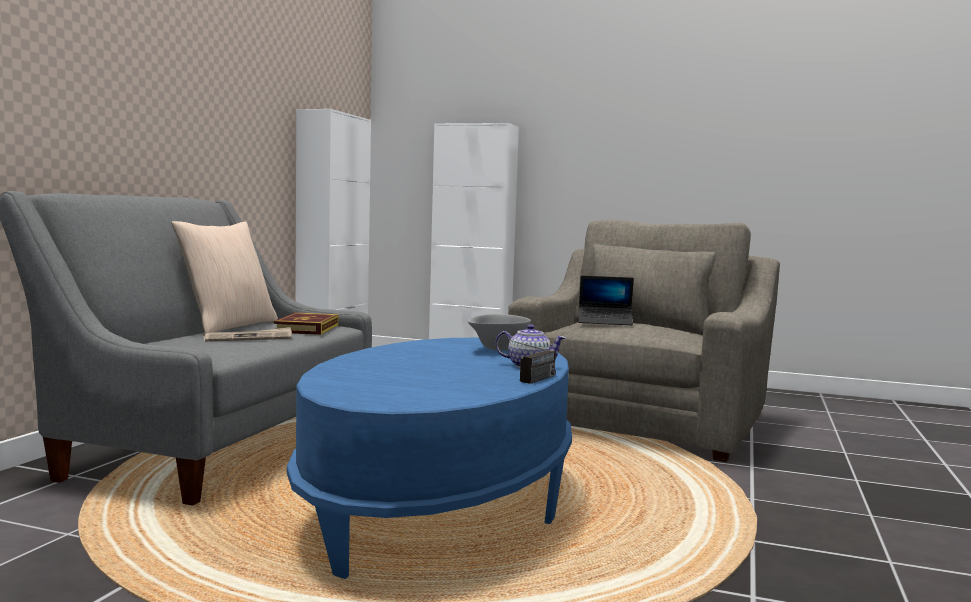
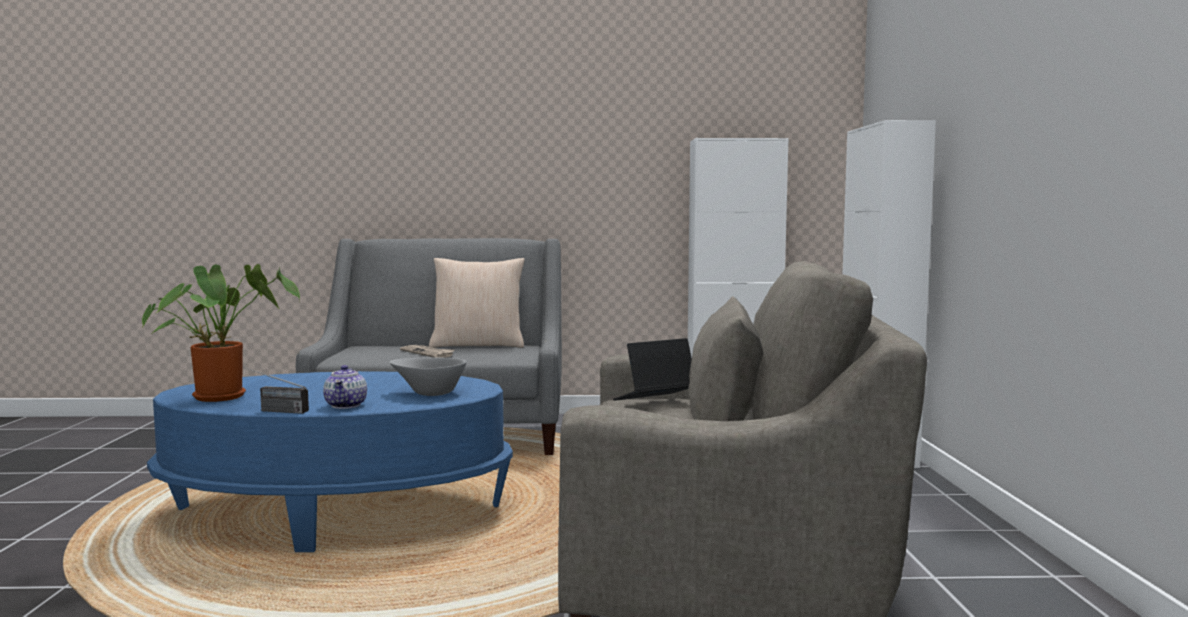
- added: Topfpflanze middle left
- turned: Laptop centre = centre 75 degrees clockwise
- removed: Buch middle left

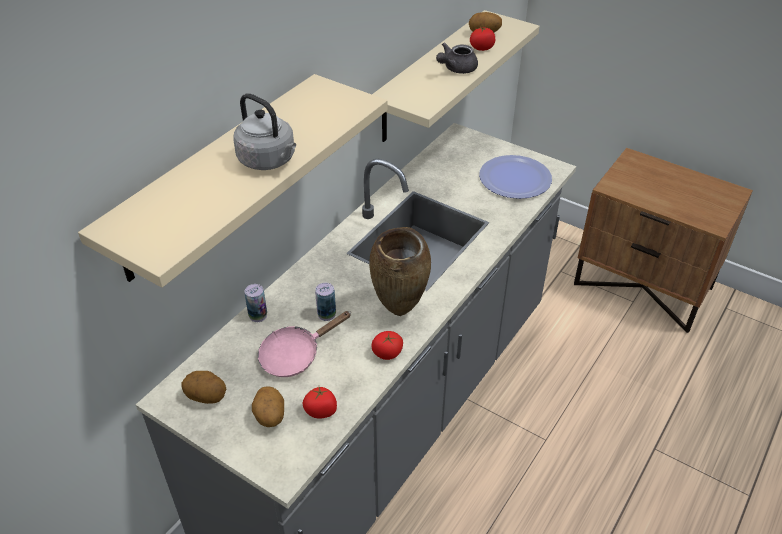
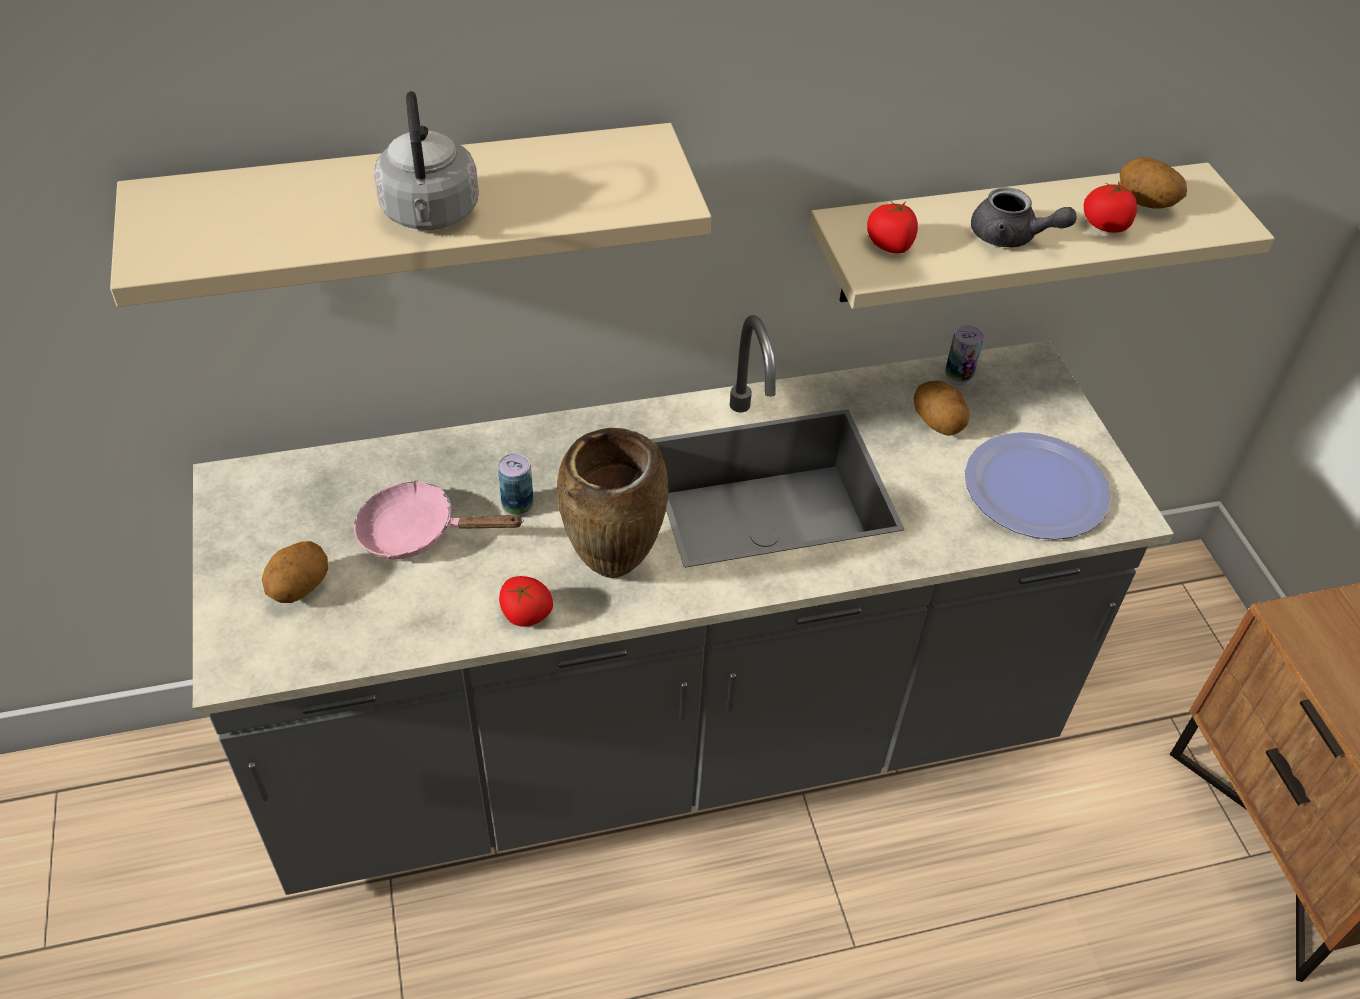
- moved: Tomate (1st from left in the first image) bottom centre to Tomate (2nd from left) top centre
- moved: Kartoffel (1st from left in the first image) bottom left to Kartoffel (2nd from left) middle right
- moved: Dose (1st from left in the first image) middle left to Dose (2nd from left) middle right
- turned: Teekanne/grau top centre = top right 150 degrees counterclockwise

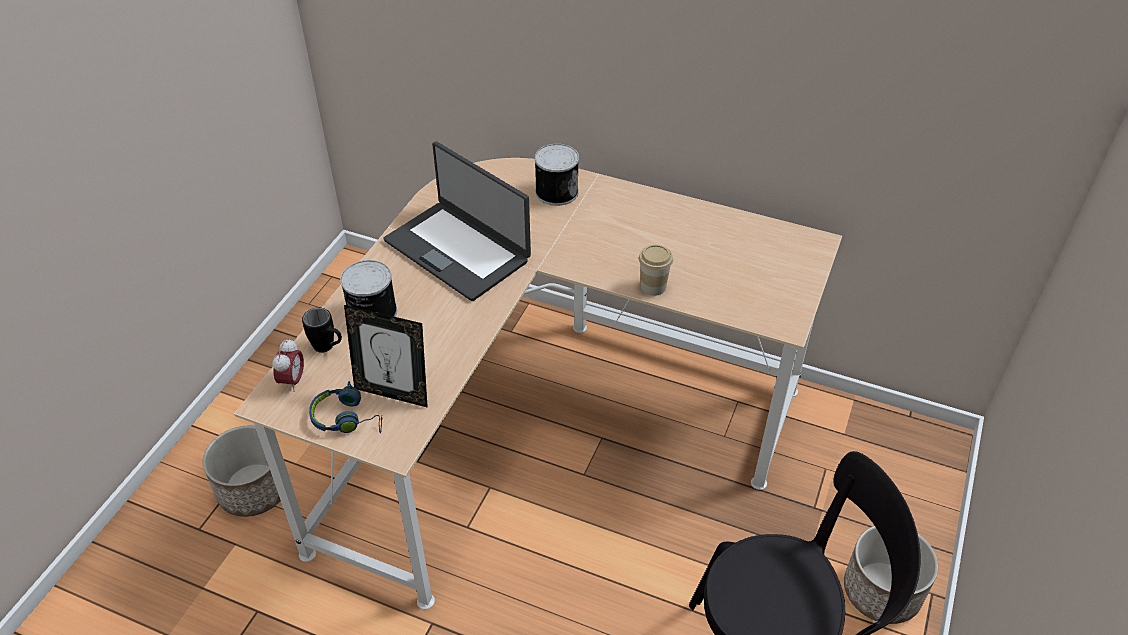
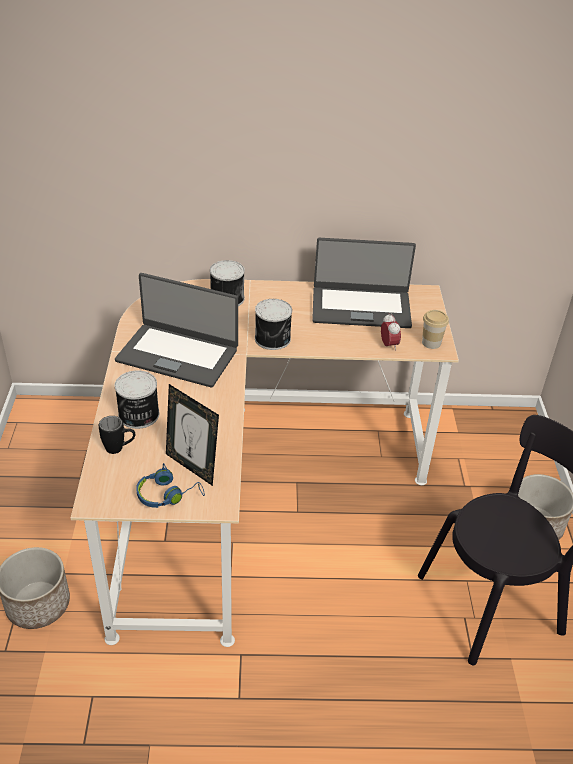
- turned: Bilderrahmen centre = centre 45 degrees clockwise
- added: Dose (3rd from left) centre
- added: Laptop (2nd from left) centre
- moved: Wecker middle left to middle right
- moved: Tasse centre to middle right

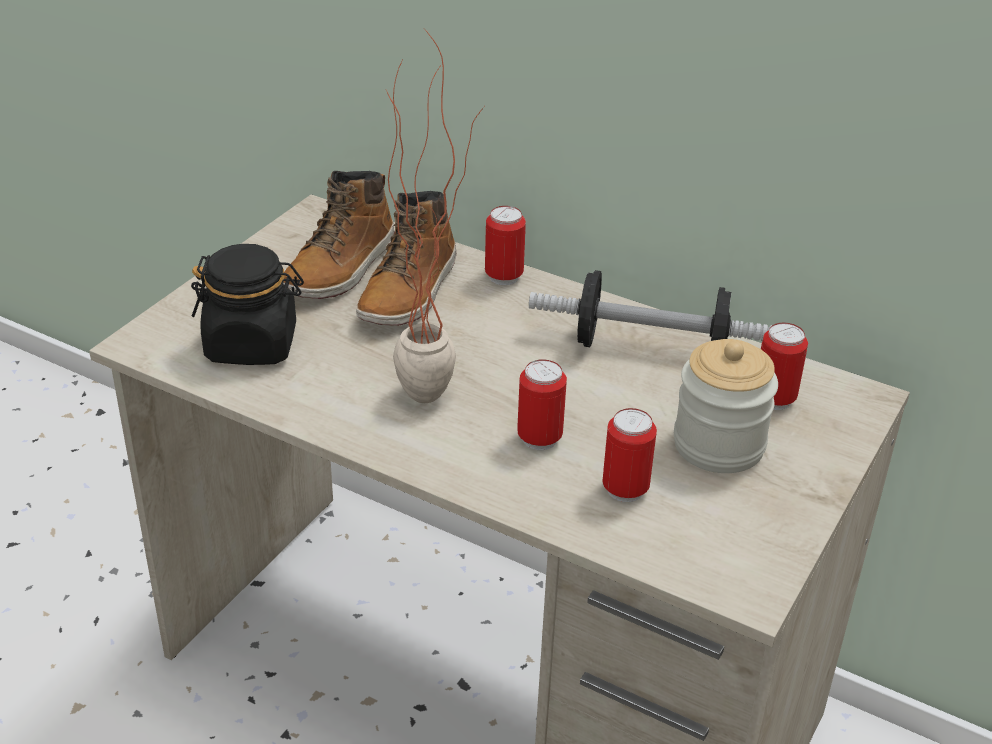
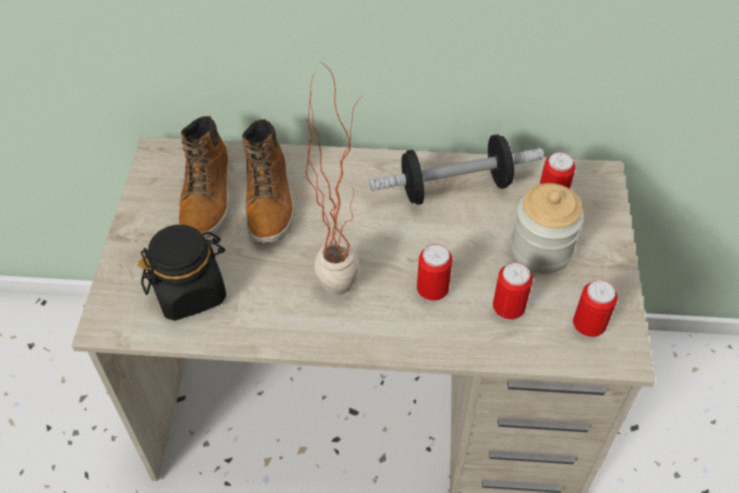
- moved: Dose (1st from left in the first image) top centre to Dose (4th from left) middle right

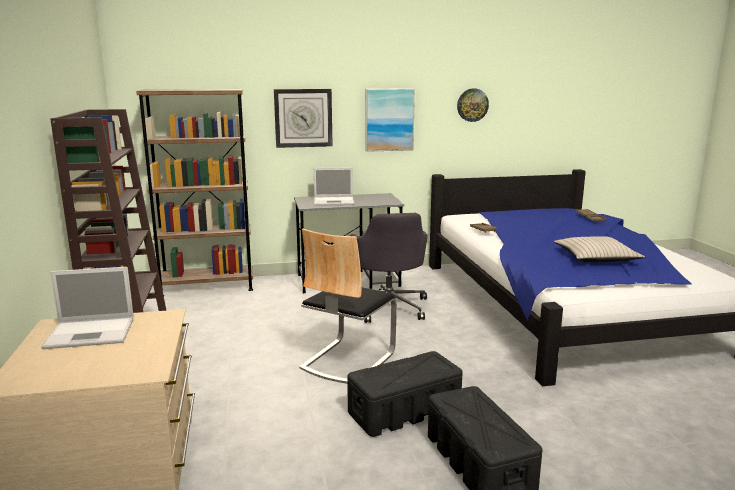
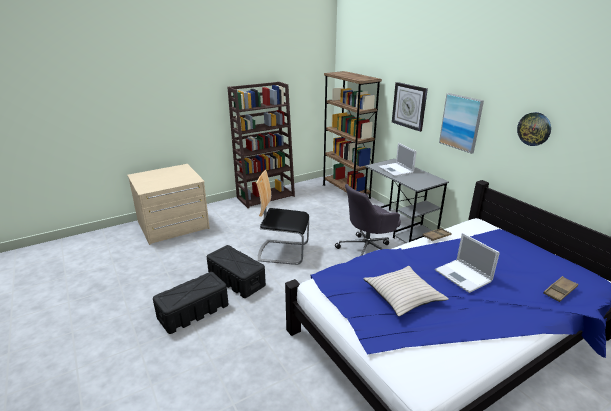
- moved: Laptop (1st from left in the first image) middle left to Laptop (2nd from left) middle right

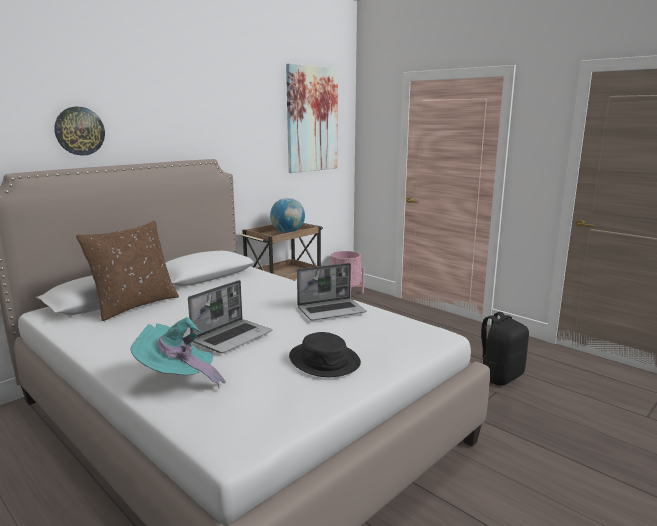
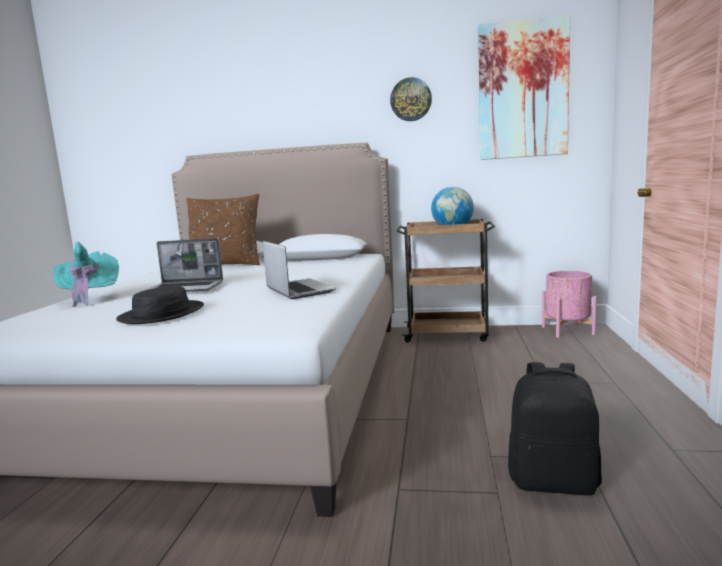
- turned: Laptop (2nd from left) centre = centre 150 degrees counterclockwise
- moved: Wanduhr top left to top centre

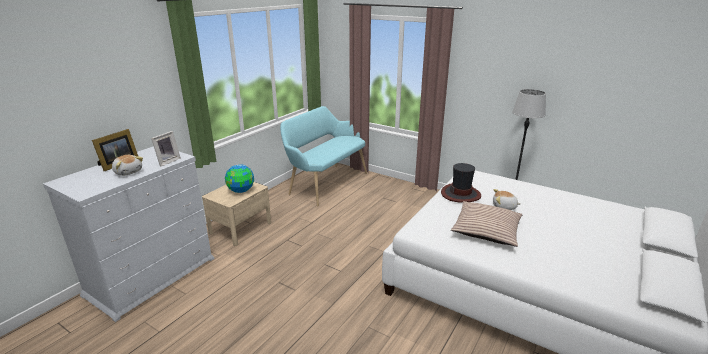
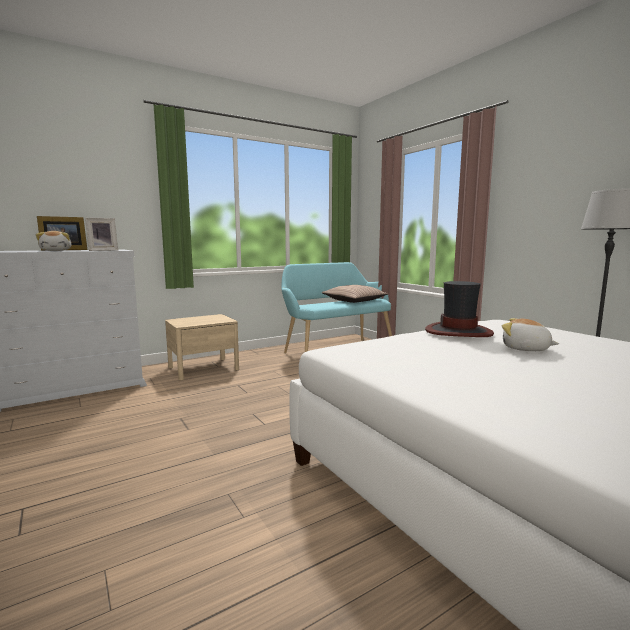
- moved: Kissen middle right to centre
- removed: Globus centre

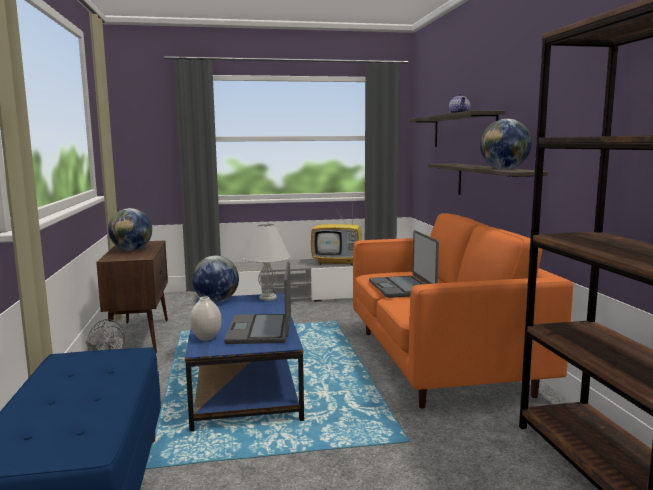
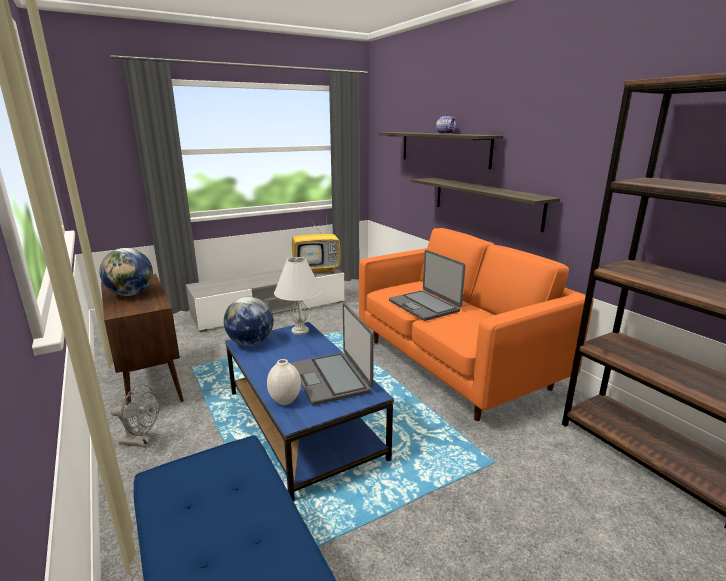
- removed: Globus (3rd from left) top right

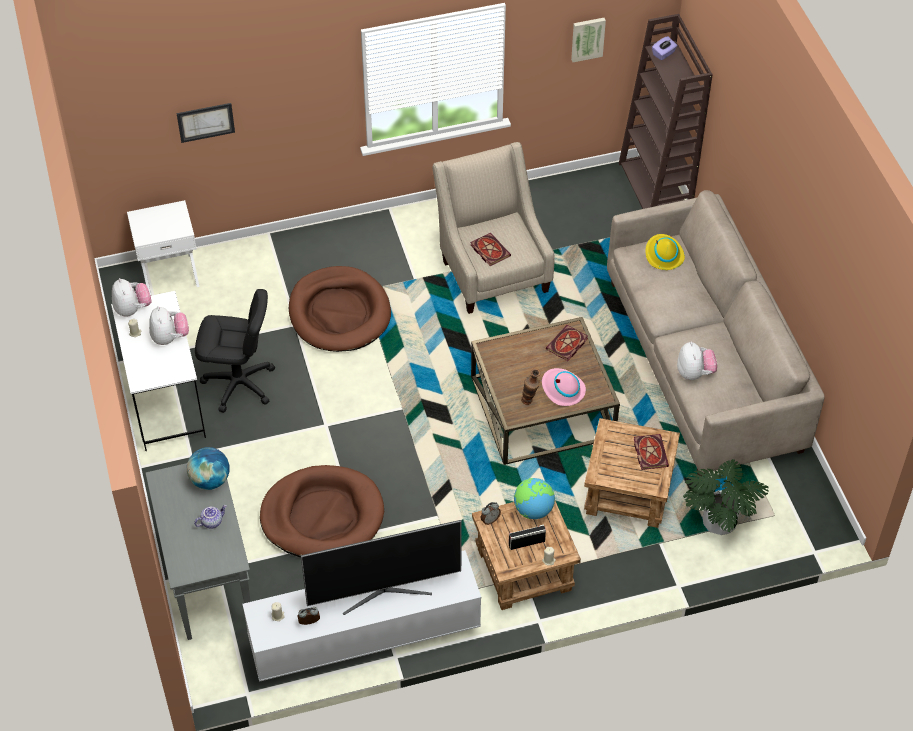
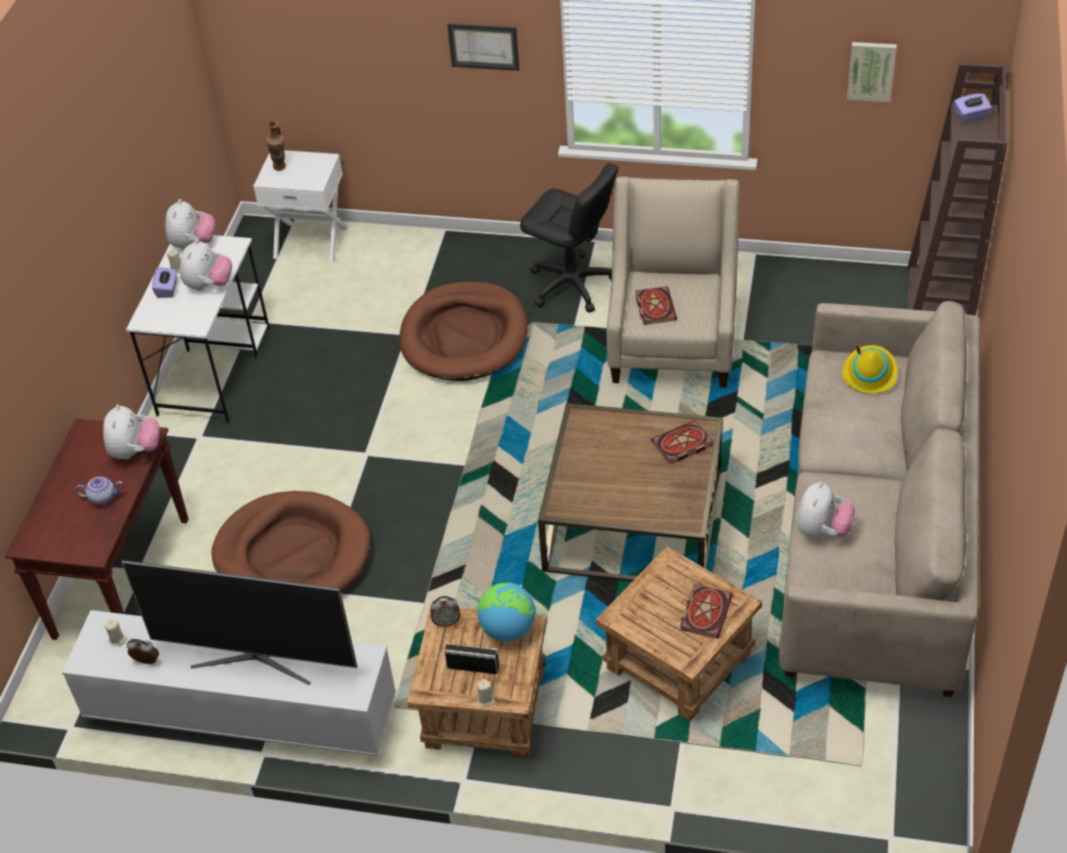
- recoloured: Konsolentisch/grau bottom left to Konsolentisch/braun middle left
- replaced: Globus (1st from left) middle left to Plüschtier (1st from left) middle left
- added: Taschentuchbox/lila (1st from left) top left
- moved: Vase centre to top left
- moved: Bild (1st from left) top left to top centre
- moved: Bürostuhl/schwarz middle left to top centre
- removed: Hut/rosa centre
- removed: Topfpflanze bottom right

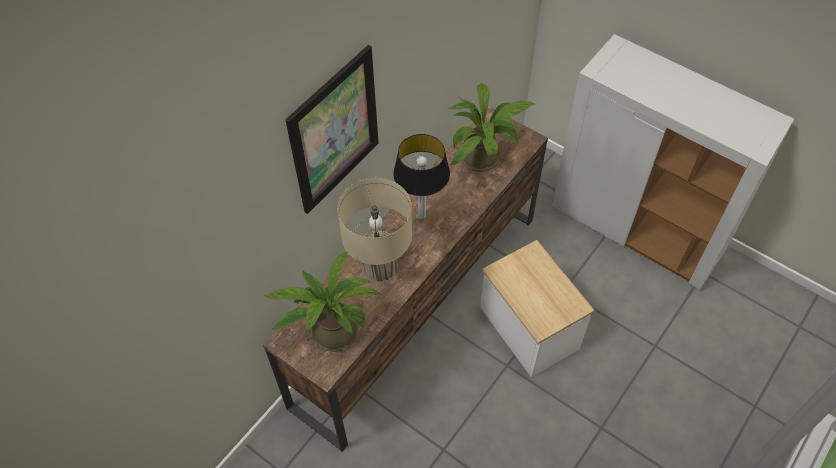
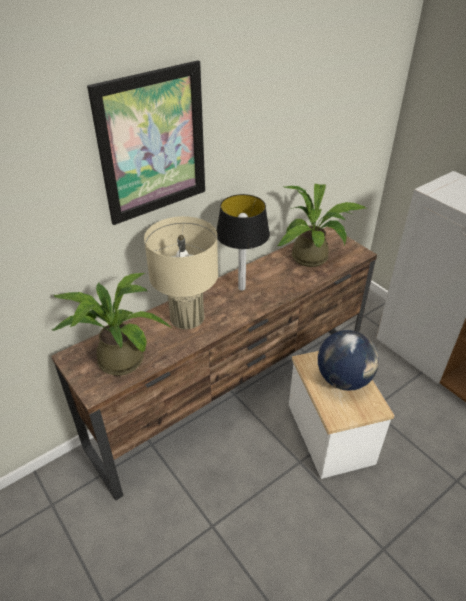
- added: Globus middle right

